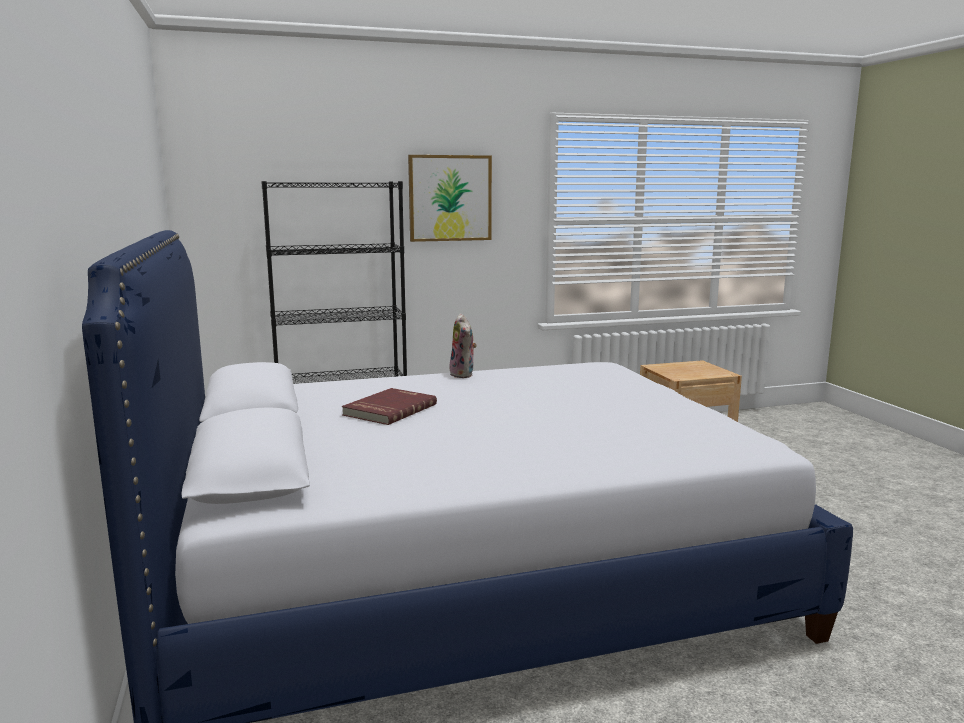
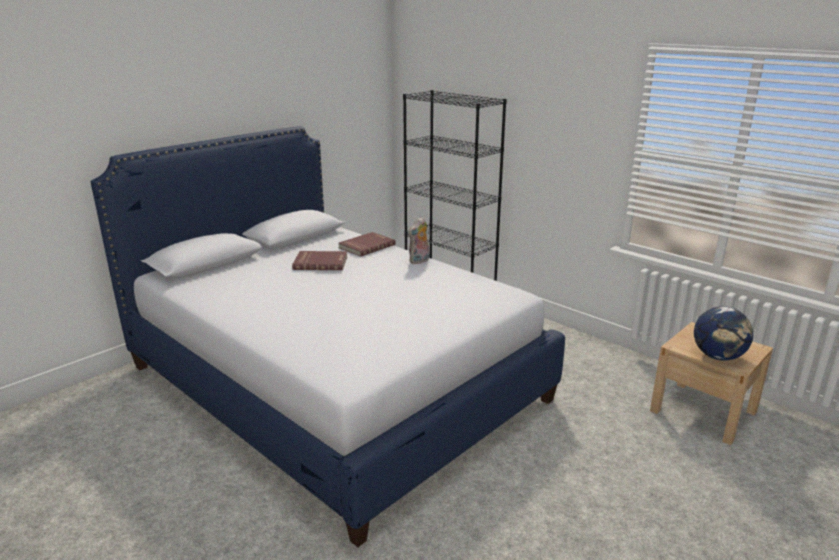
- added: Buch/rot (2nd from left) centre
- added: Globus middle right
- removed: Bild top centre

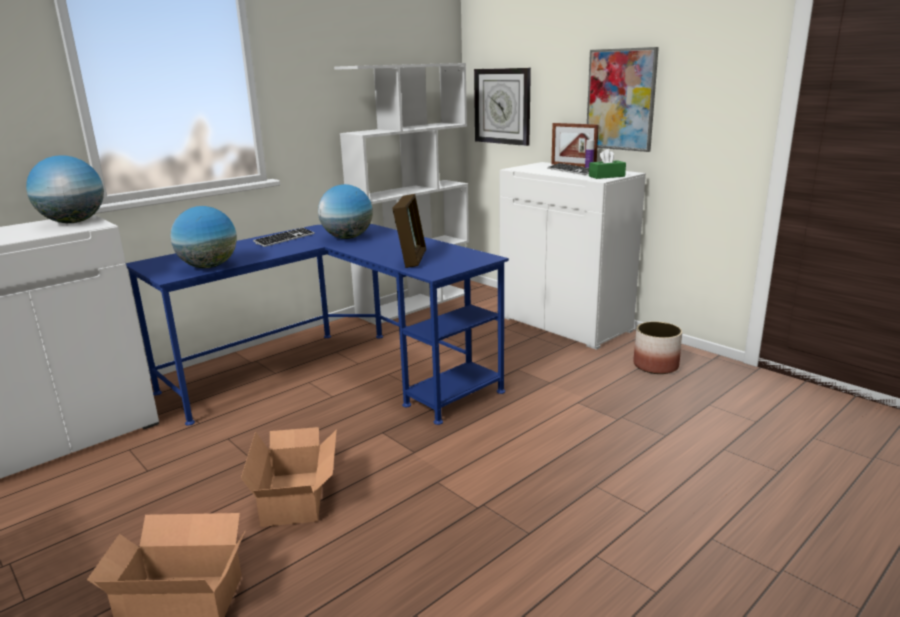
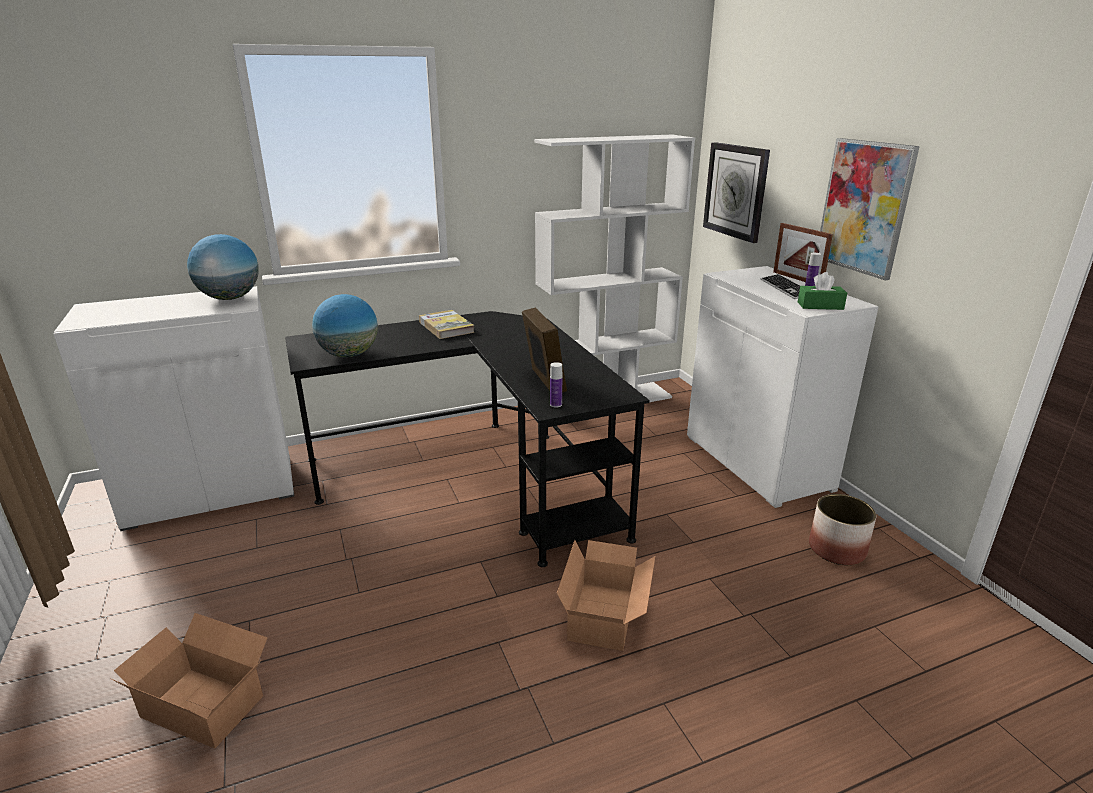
- recoloured: Schreibtisch/blau centre to Schreibtisch/schwarz centre
- replaced: Tastatur (1st from left) middle left to Buch centre
- turned: Bilderrahmen (1st from left) centre = centre 45 degrees counterclockwise
- added: Flasche (1st from left) centre
- moved: Karton (2nd from left) bottom left to bottom centre
- removed: Globus (3rd from left) centre

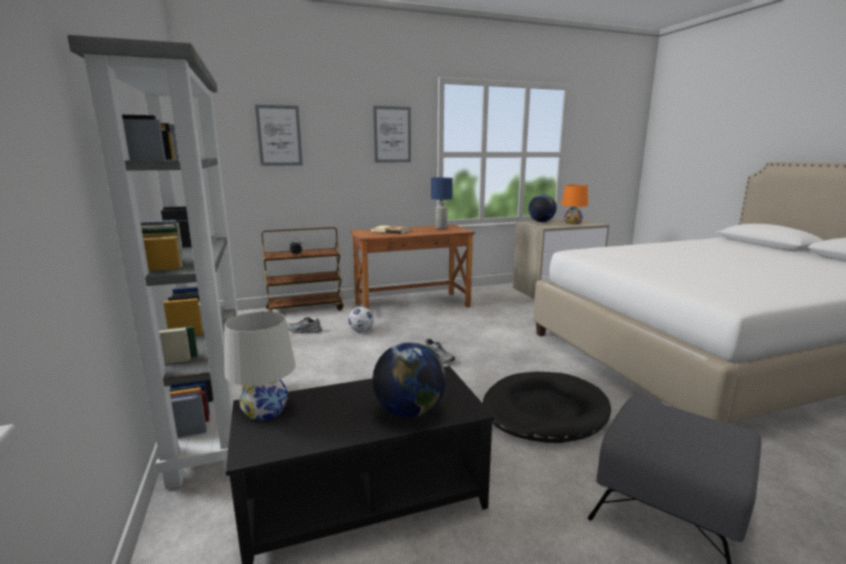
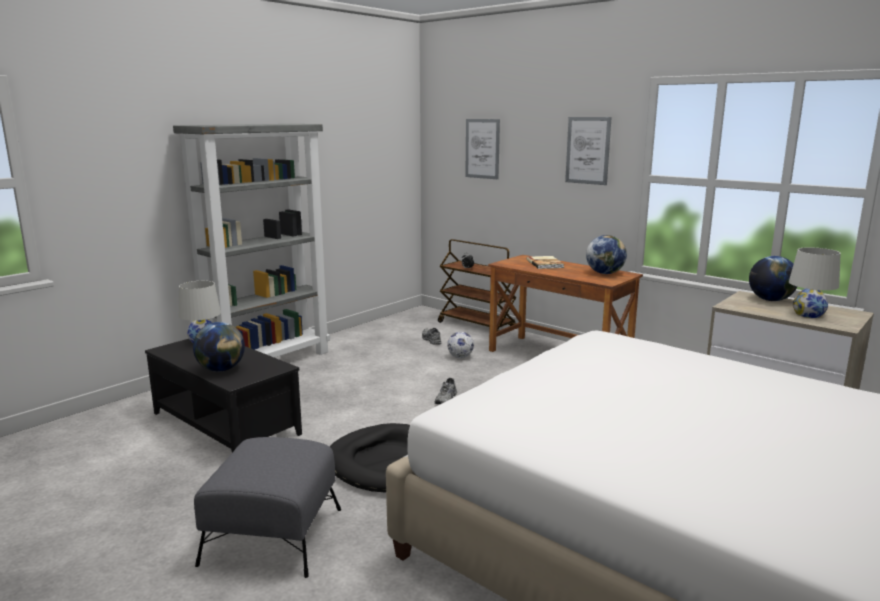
- replaced: Tischlampe/blau centre to Globus (2nd from left) middle right
- recoloured: Tischlampe/orange middle right to Tischlampe/weiß (2nd from left) middle right

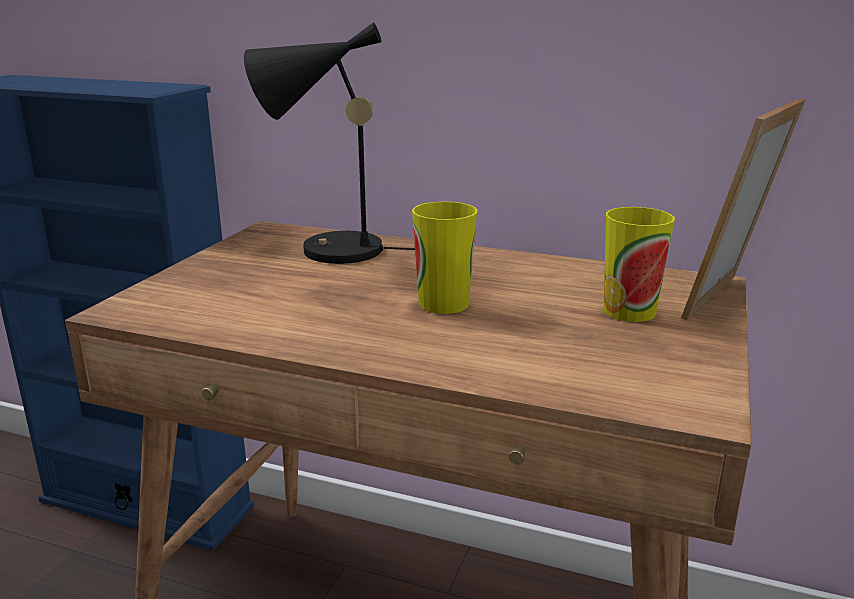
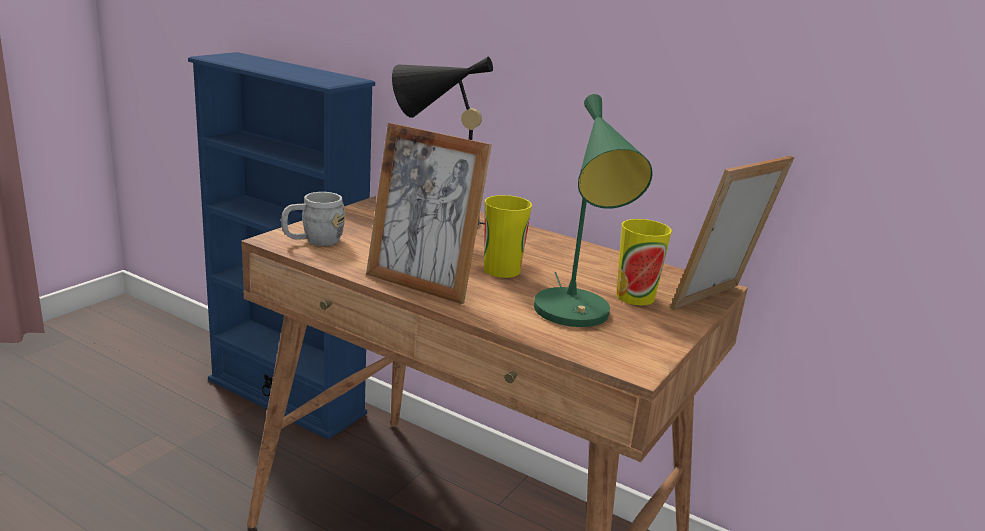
- added: Henkelbecher/grau middle left
- added: Bilderrahmen (1st from left) centre
- added: Tischlampe/grün centre

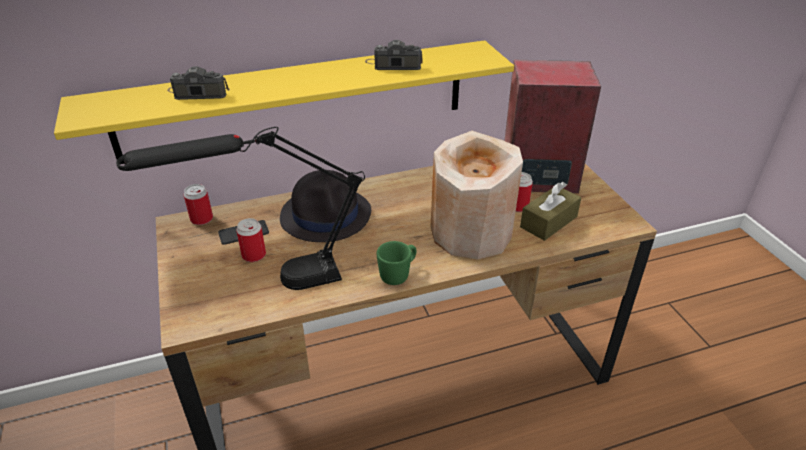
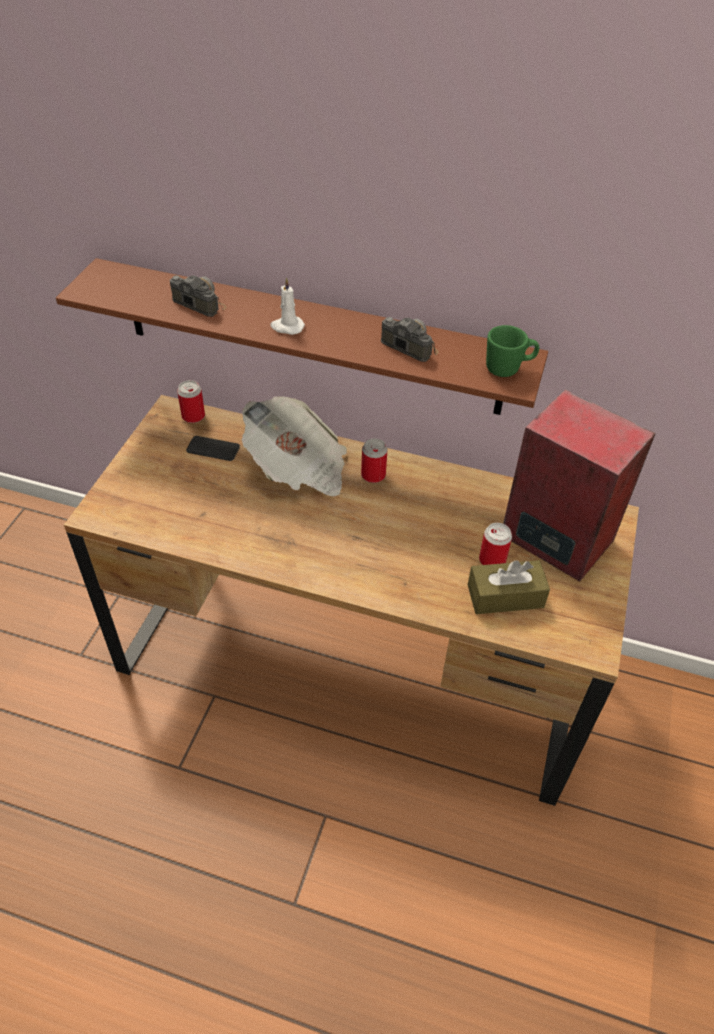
- recoloured: Wandregal/gelb top centre to Wandregal/braun top centre
- replaced: Hut/schwarz centre to Zeitung centre
- added: Kerze/weiß top centre
- moved: Dose (2nd from left) middle left to centre
- moved: Henkelbecher/grün centre to middle right
- removed: Tischlampe/schwarz middle left
- removed: Vase/beige centre

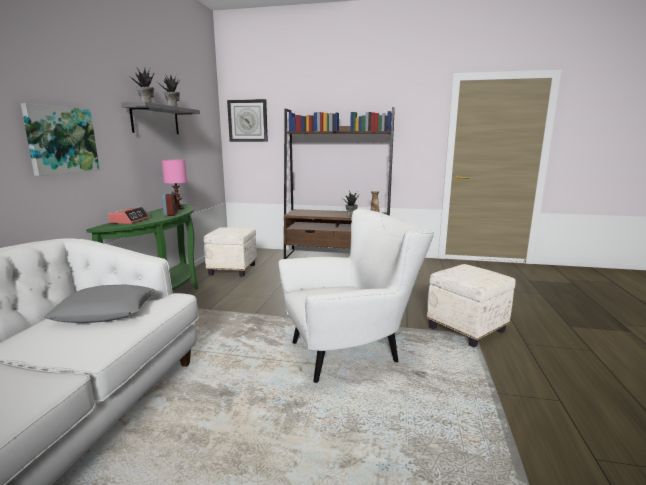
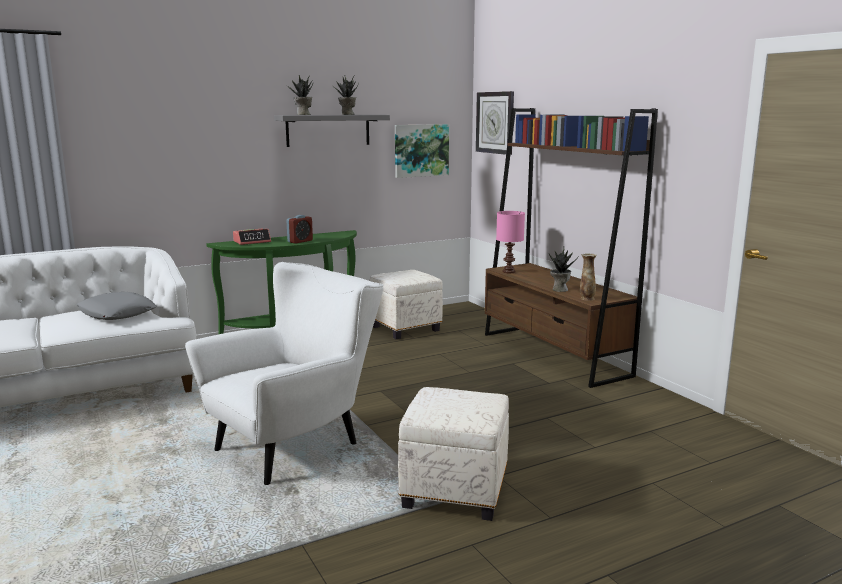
- turned: Sessel/weiß centre = centre 75 degrees counterclockwise
- moved: Bild top left to top centre
- moved: Tischlampe/rosa middle left to centre

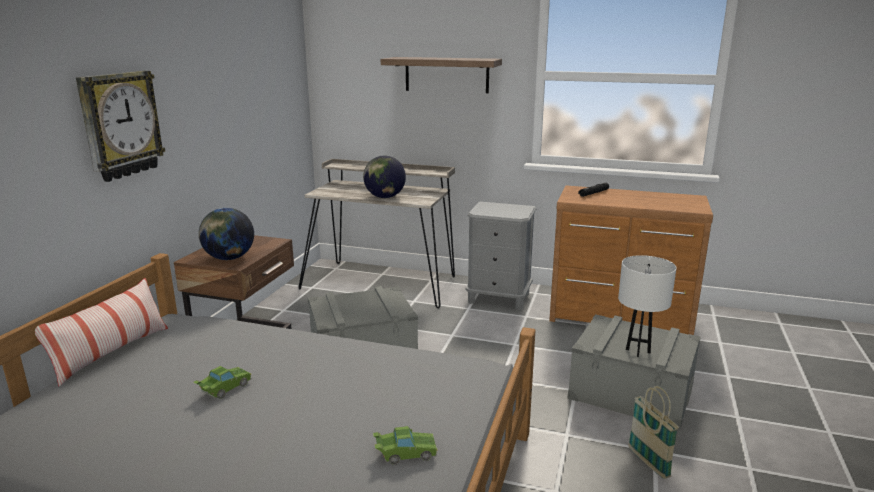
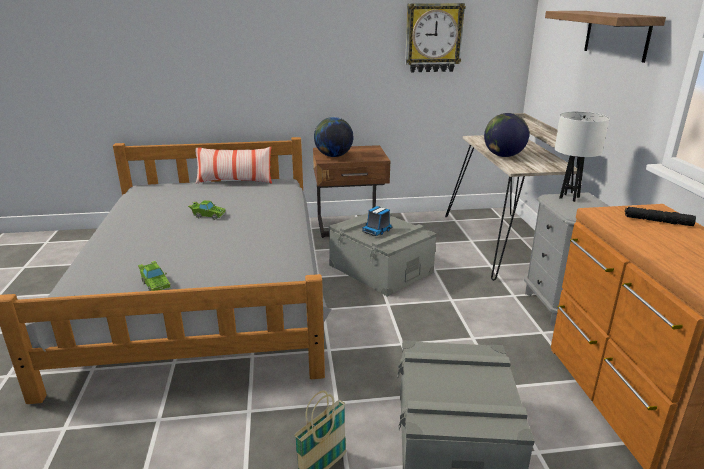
- added: Spielzeuglaster centre
- moved: Wanduhr top left to top centre
- moved: Tischlampe/weiß middle right to top right

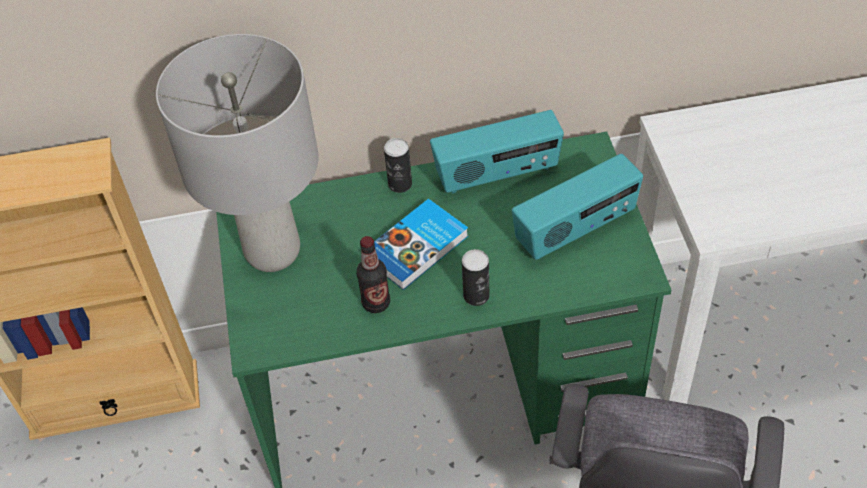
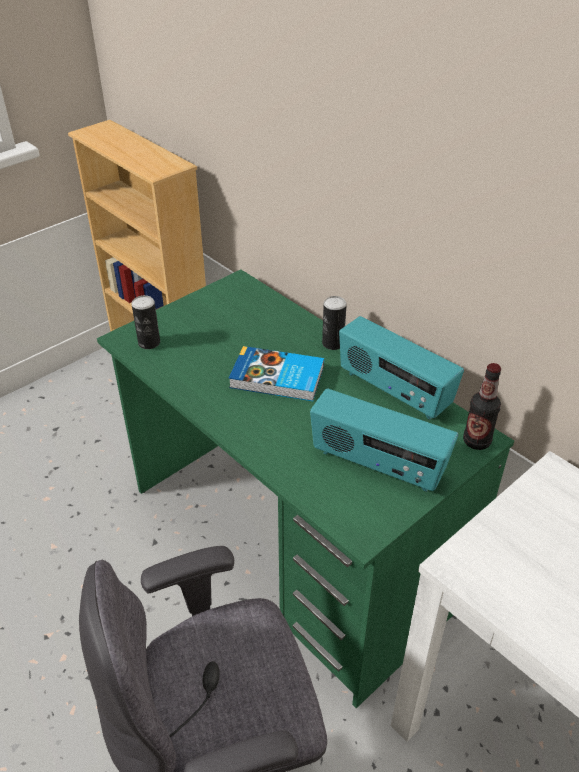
- moved: Dose (2nd from left in the first image) centre to Dose (1st from left) middle left
- moved: Flasche centre to middle right
- removed: Tischlampe/grau top left

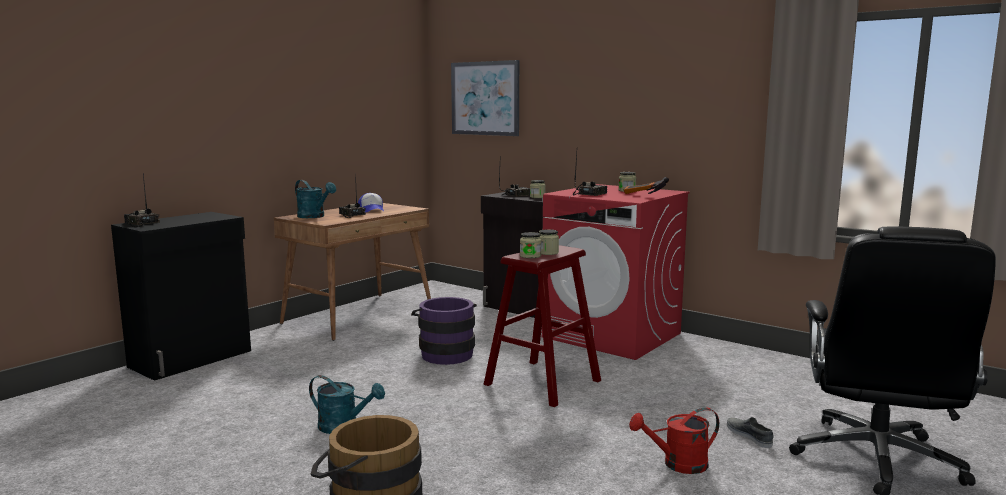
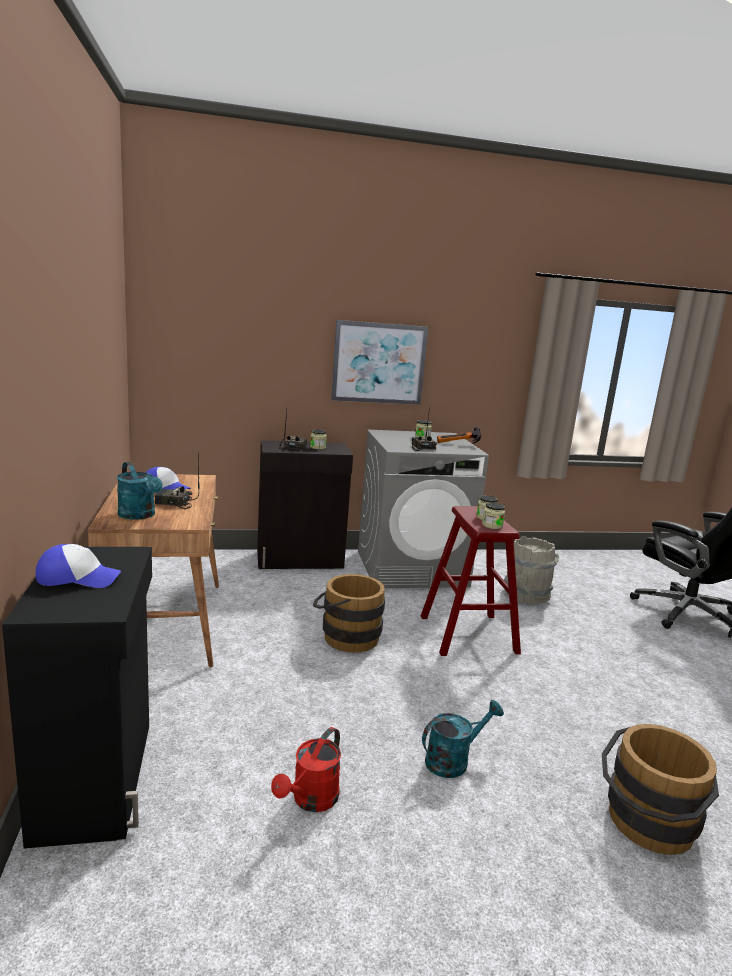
- added: Kappe (1st from left) middle left
- turned: Gießkanne/türkis (1st from left) middle left = middle left 60 degrees clockwise
- moved: Gießkanne/rot bottom right to bottom centre
- recoloured: Eimer/lila bottom centre to Eimer/braun (1st from left) centre
- moved: Bild top centre to centre
- recoloured: Waschmaschine/rot centre to Waschmaschine/grau centre
- added: Eimer/grau middle right
- removed: Radio (1st from left) middle left
- removed: Schuh/grau bottom right

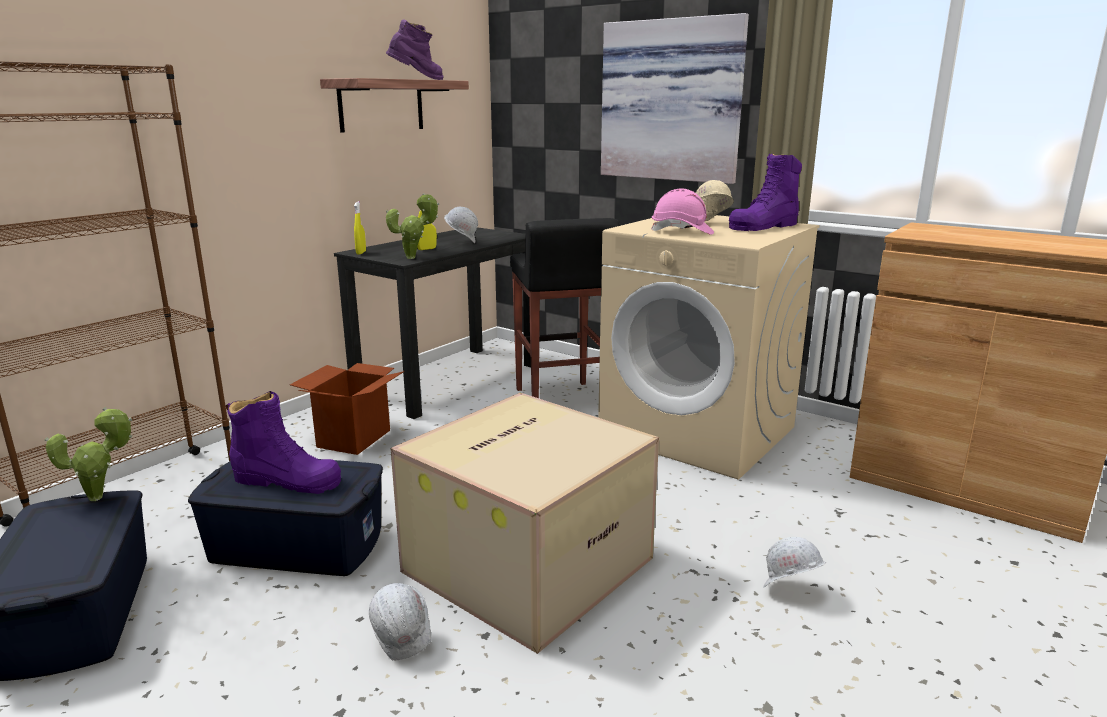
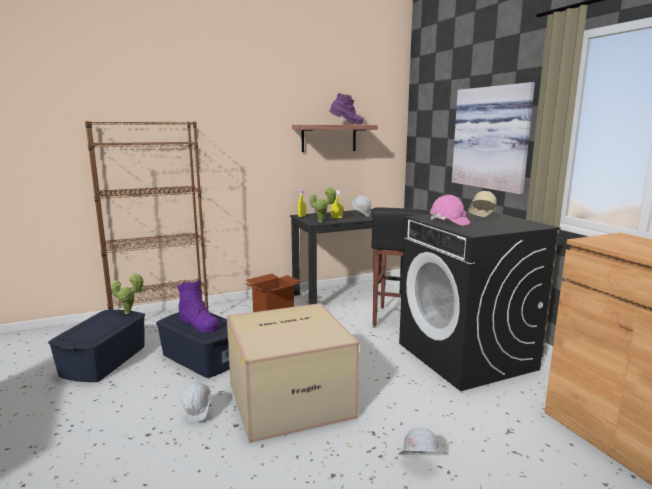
- recoloured: Waschmaschine/beige centre to Waschmaschine/schwarz middle right
- removed: Stiefel/lila (3rd from left) top right

